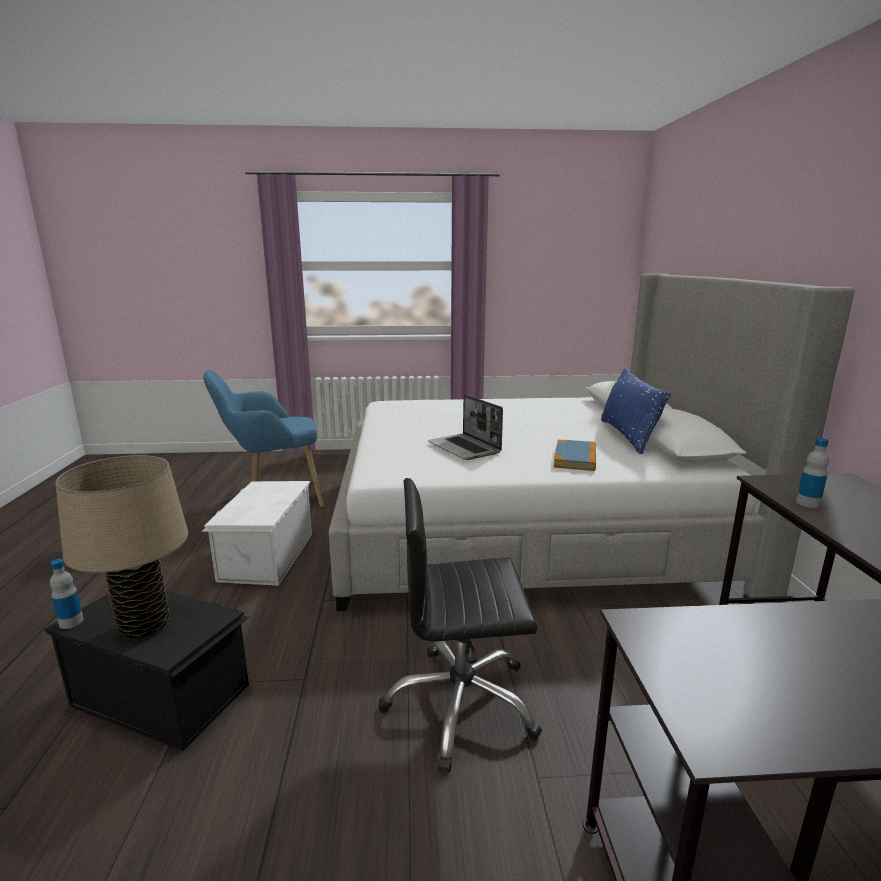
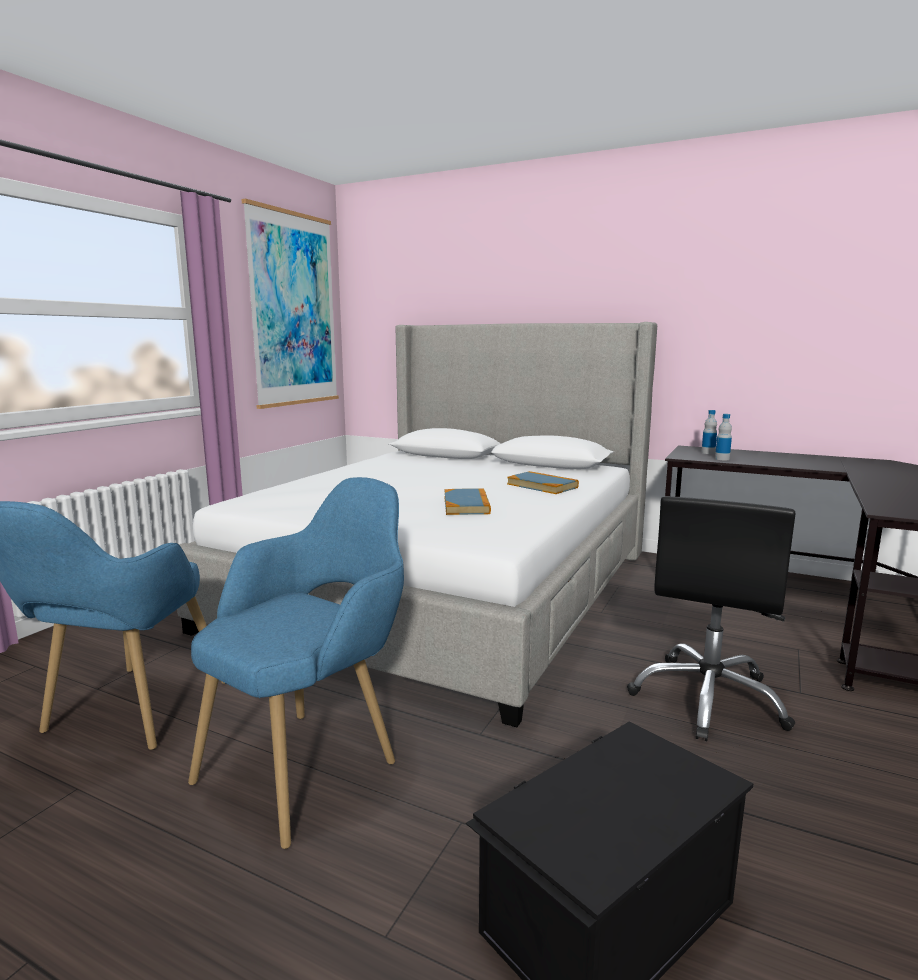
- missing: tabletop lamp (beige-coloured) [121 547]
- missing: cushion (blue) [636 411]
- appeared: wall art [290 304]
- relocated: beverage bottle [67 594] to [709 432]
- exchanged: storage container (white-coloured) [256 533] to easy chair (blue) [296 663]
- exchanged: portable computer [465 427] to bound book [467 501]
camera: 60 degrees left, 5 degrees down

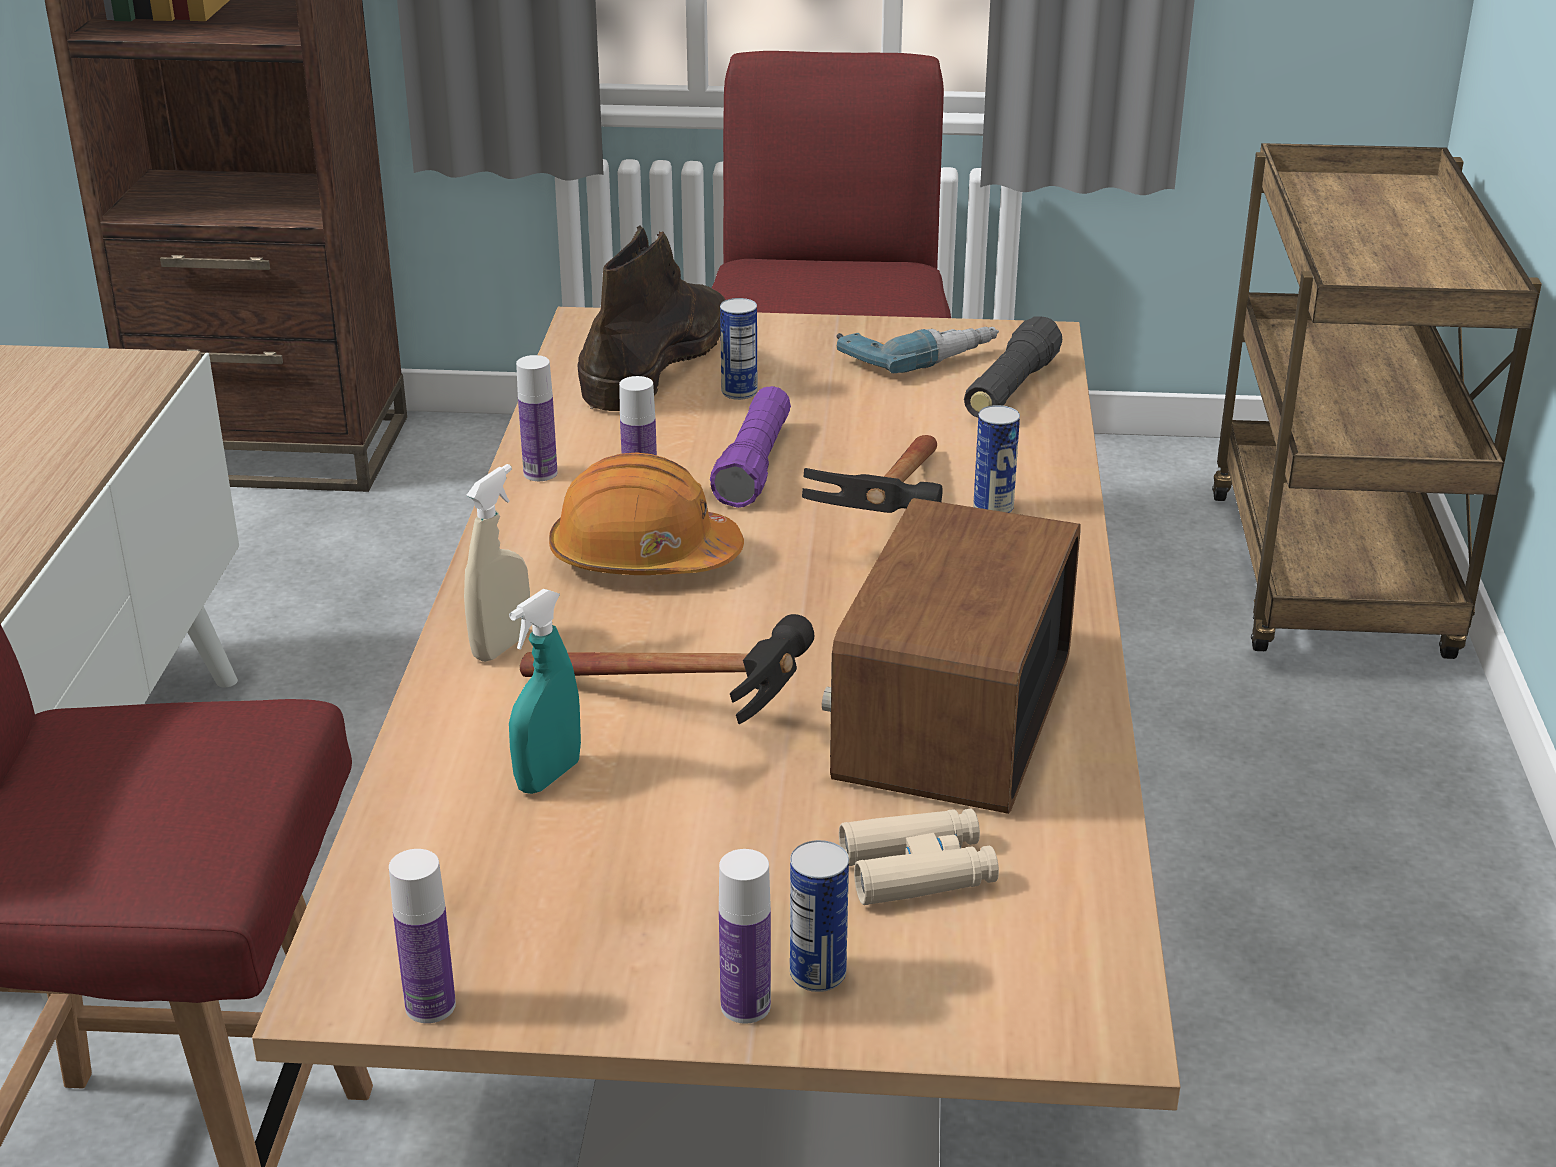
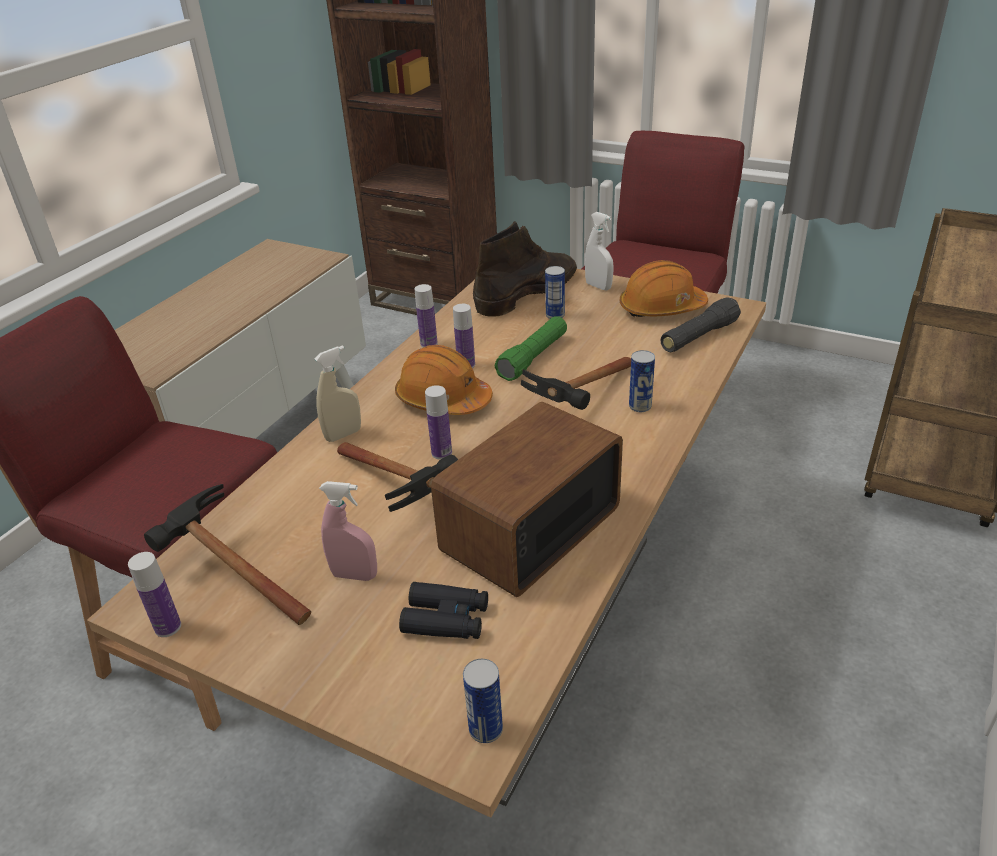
- missing: spray bottle (turquoise-coloured) [545 691]
- appeared: hand hammer [227 554]
- appeared: spray bottle (pink) [348 531]
- appeared: spray bottle (white-coloured) [599 251]
- relocated: beverage bottle [745 936] to [438 422]
- relocated: sealed can [819 916] to [483 701]
- exchanged: electric drill [918 350] to hard hat (orangey) [664 288]
- colour: torch (purplish) [750 447] to torch (green) [531 348]
- colour: binoculars (beige-coloured) [919 857] to binoculars (blackish) [443 610]
camera: 25 degrees right, 5 degrees up

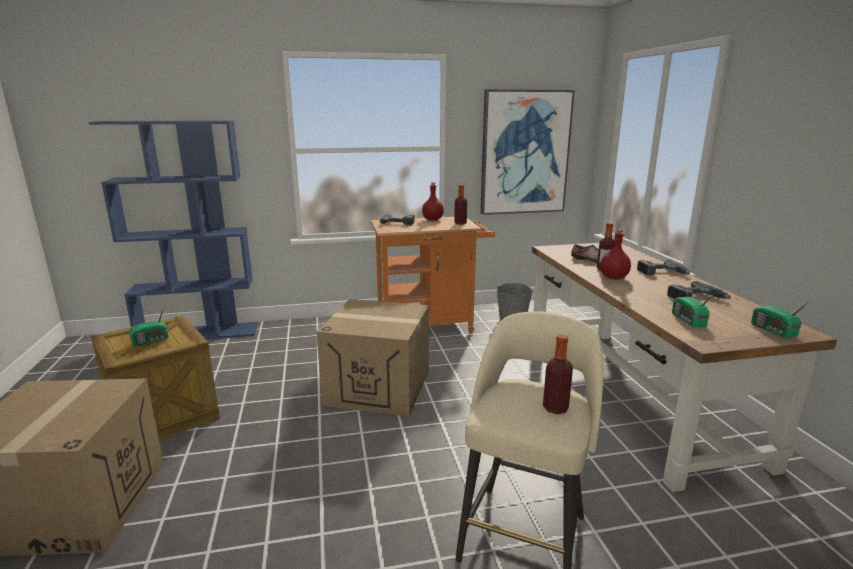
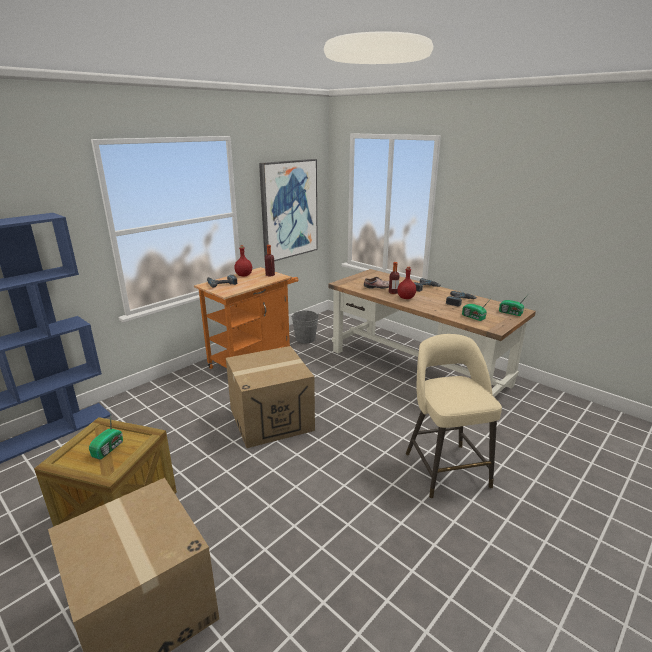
- missing: beverage bottle [558 374]
camera: 35 degrees left, 5 degrees up

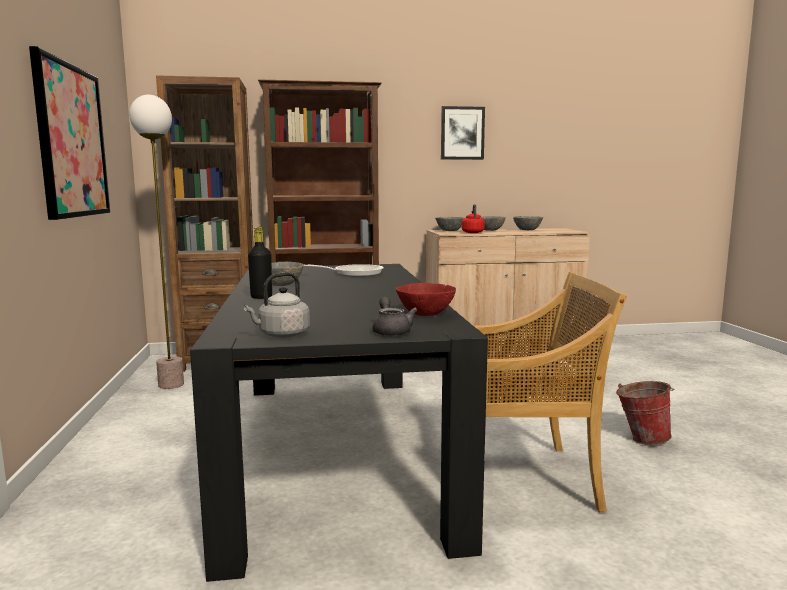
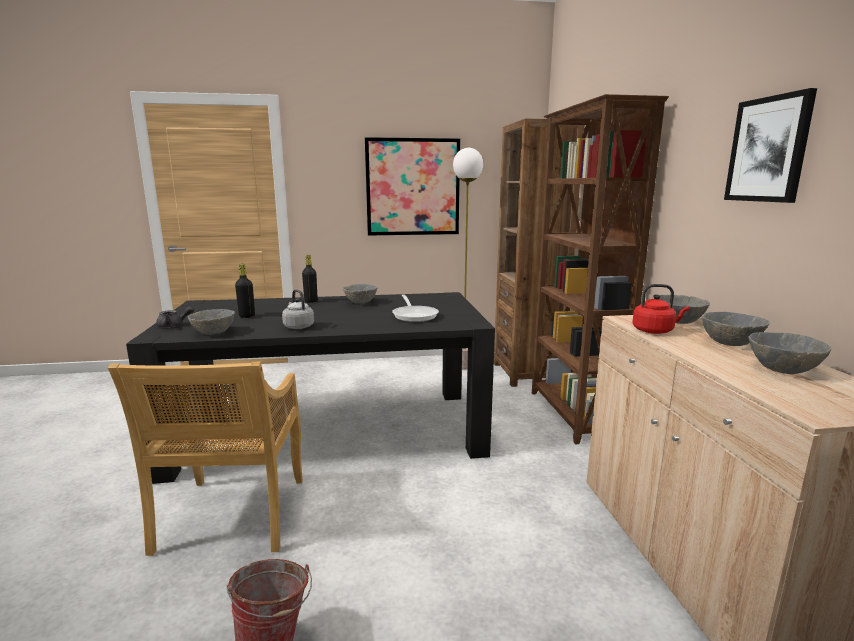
- appeared: beverage bottle (blackish) [245 291]
- relocated: water kettle (grey) [277 305] to [298 309]
- colour: serving bowl (reddish) [426 299] to serving bowl (grey) [211 322]
camera: 90 degrees right, 5 degrees up

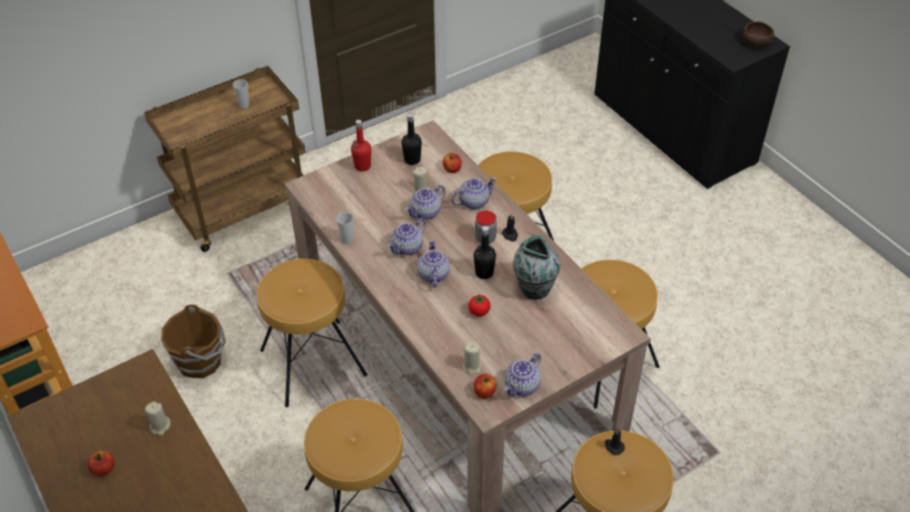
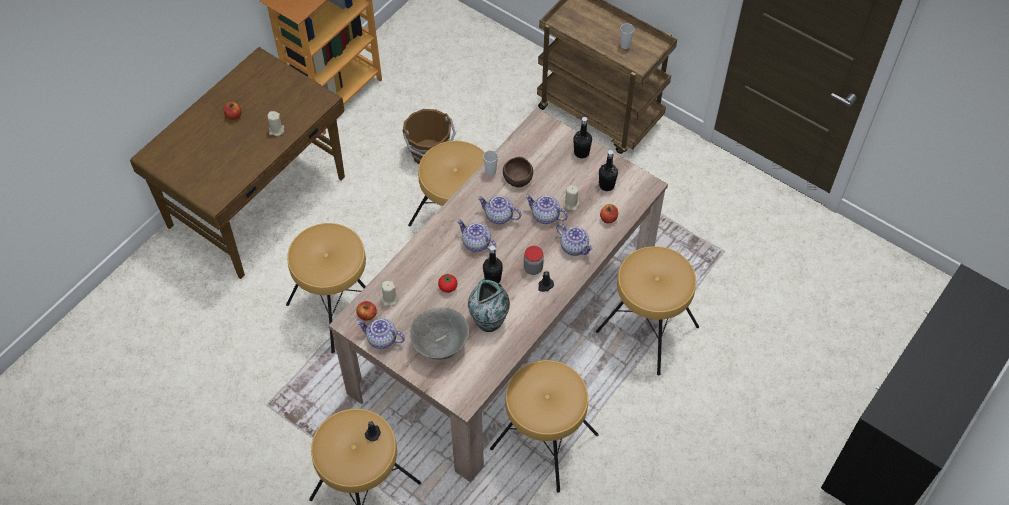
- appeared: serving bowl (grey) [439 333]
- relocated: serving bowl (brown-coloured) [758 35] to [518 172]
- colour: beverage bottle (reddish) [361 145] to beverage bottle (blackish) [582 137]
- spun: pot for tea [433 263] = [476 235] 120 degrees counterclockwise
camera: 70 degrees right, 10 degrees up

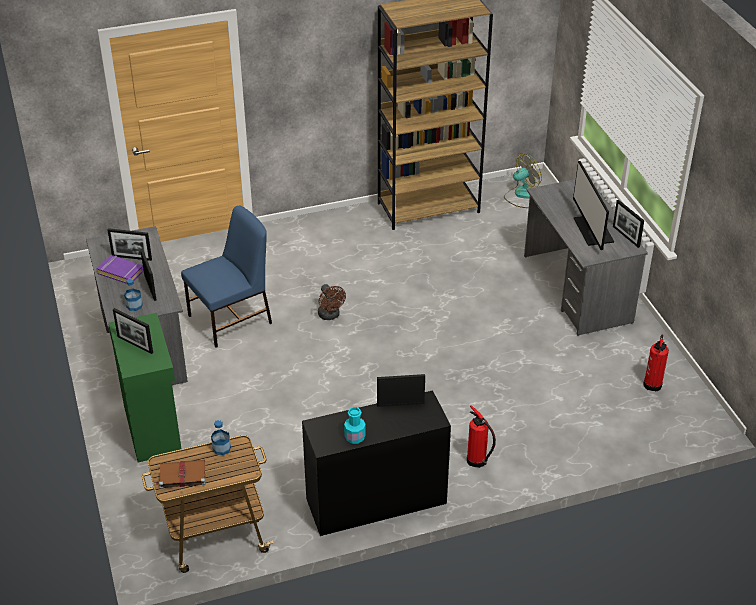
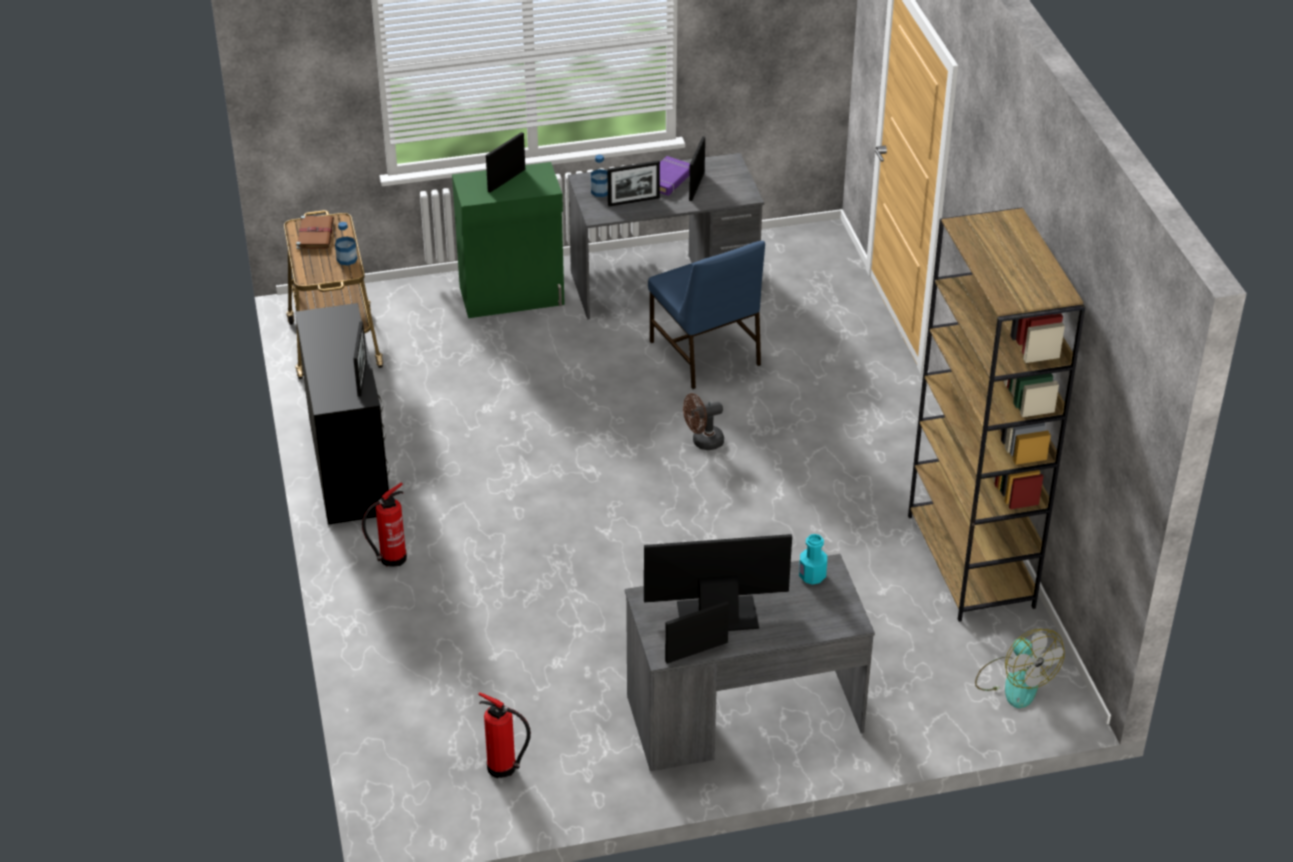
- relocated: beverage bottle (turquoise-coloured) [355 425] to [813 559]
camera: 95 degrees right, 0 degrees up

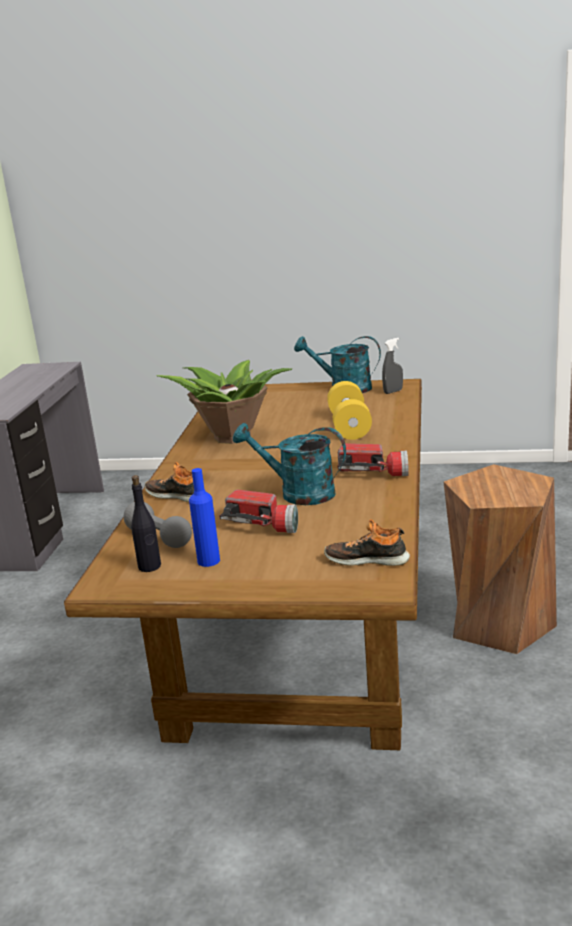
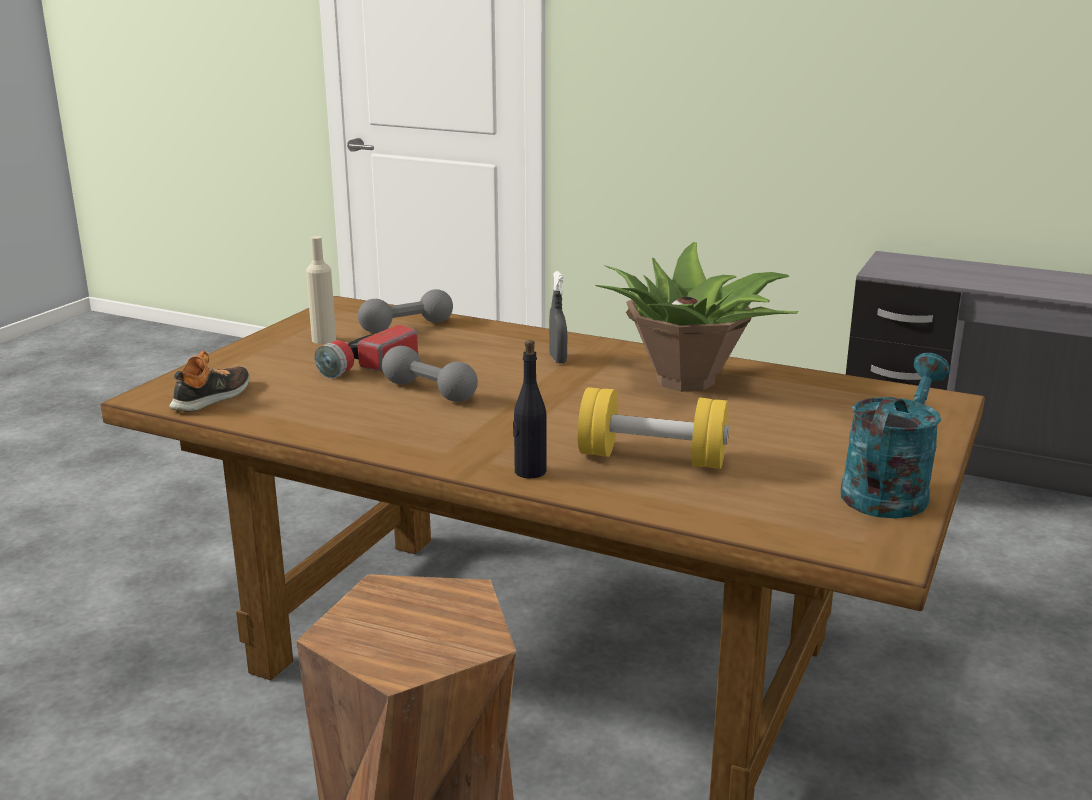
- missing: item of footwear [169 482]
- missing: torch [373 459]
- relocated: beverage bottle (blackish) [146 523] to [530 409]
- relocated: spray bottle (grey) [392 366] to [558 317]
- exchanged: watering pot (turquoise-coloured) [289 464] to hand weight (grey) [430 374]
- colour: beverage bottle (blue) [204 517] to beverage bottle (beige-coloured) [321 290]
camera: 105 degrees right, 0 degrees up

